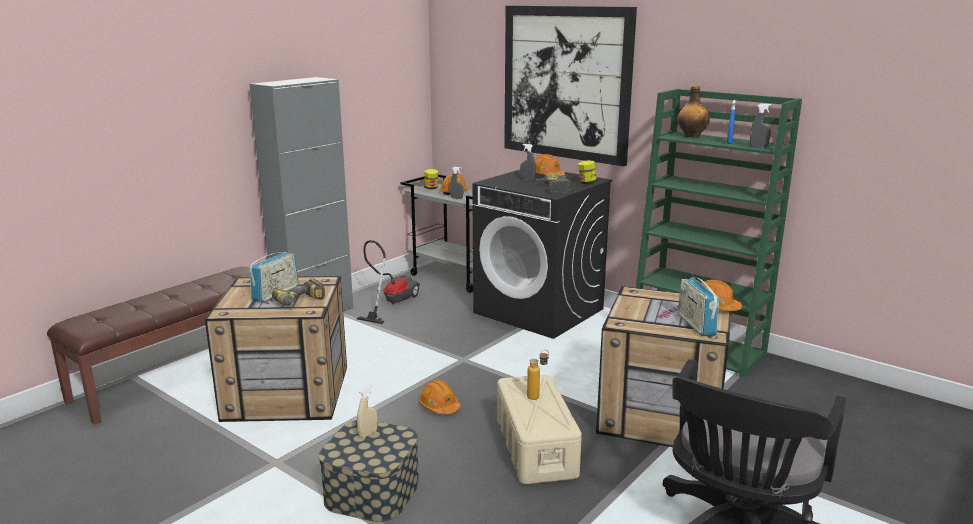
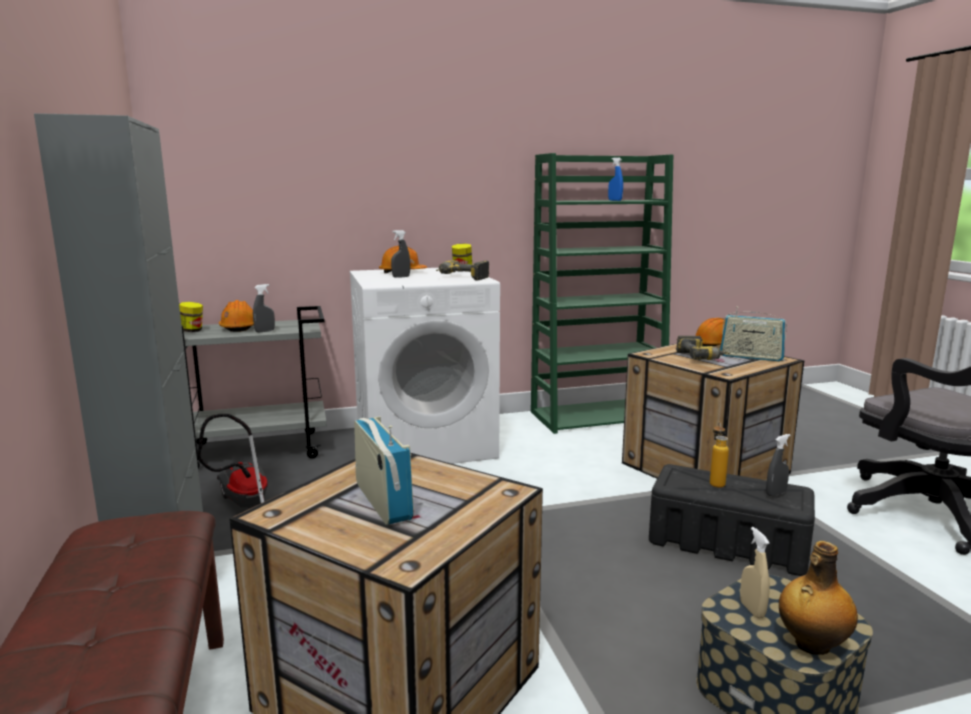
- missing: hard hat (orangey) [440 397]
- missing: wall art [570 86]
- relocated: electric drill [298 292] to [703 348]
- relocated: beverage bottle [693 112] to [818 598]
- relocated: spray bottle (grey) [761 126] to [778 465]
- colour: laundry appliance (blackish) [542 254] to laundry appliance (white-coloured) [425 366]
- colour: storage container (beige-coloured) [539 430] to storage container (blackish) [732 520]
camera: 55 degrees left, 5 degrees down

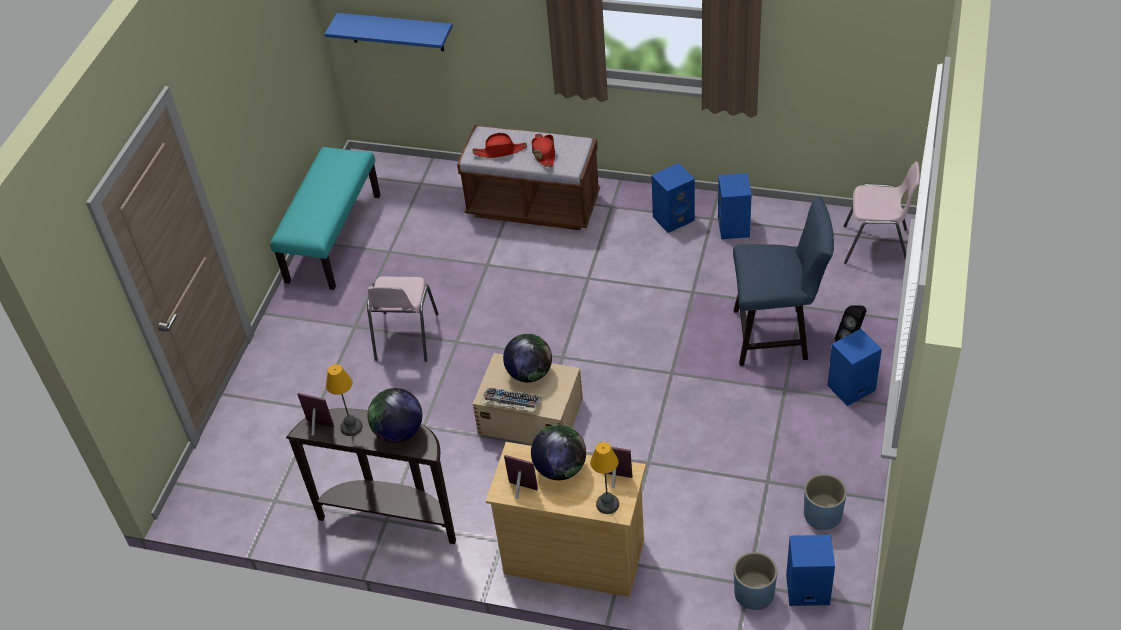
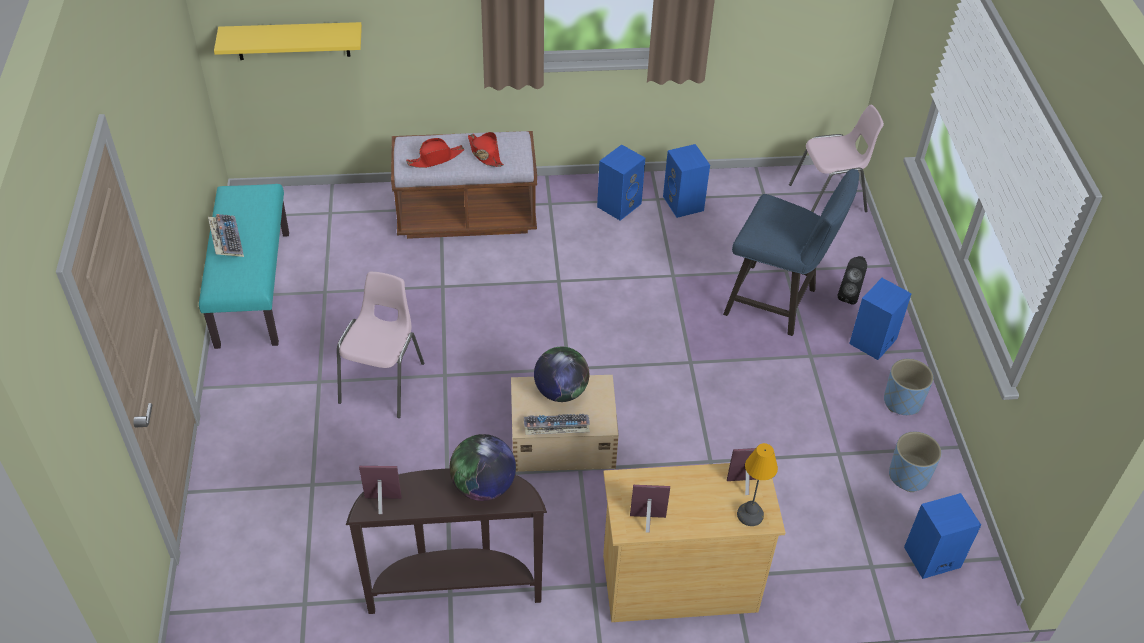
- missing: tabletop lamp [344 400]
- missing: desk globe [558 452]
- appeared: PC keyboard [226 235]
- relocated: plant pot (blue) [755 581] to [908 387]
- colour: wall shelf (blue) [388 32] to wall shelf (yellow-coloured) [288 41]
- spun: upright chair (pink) [402 319] = [380 344] 150 degrees counterclockwise
- spun: upright chair (blue) [783 281] = [791 252] 45 degrees clockwise
camera: 25 degrees left, 0 degrees up

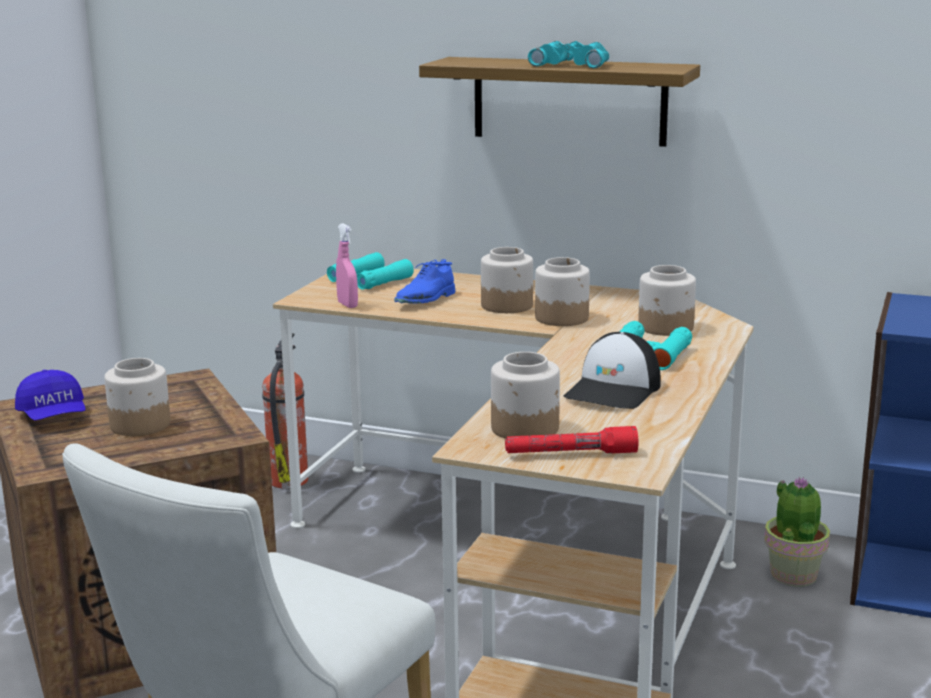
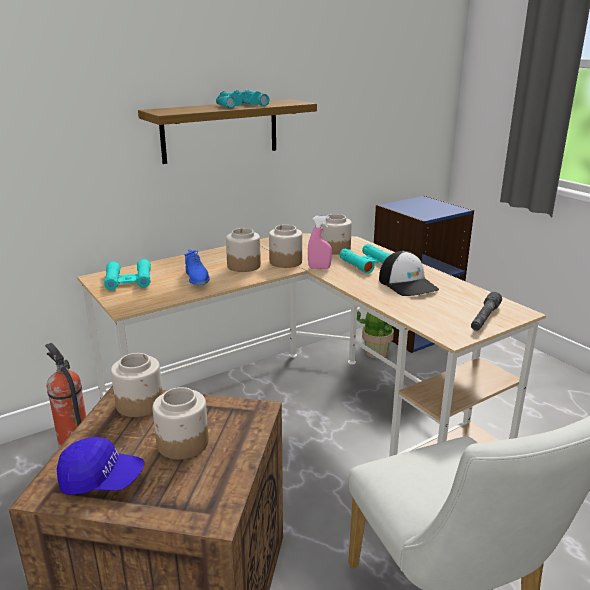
- relocated: spray bottle (pink) [347 265] to [320 242]
- relocated: preserve jar [525 395] to [137 385]
- colour: torch (reddish) [571 439] to torch (grey) [486 311]
camera: 55 degrees left, 5 degrees up

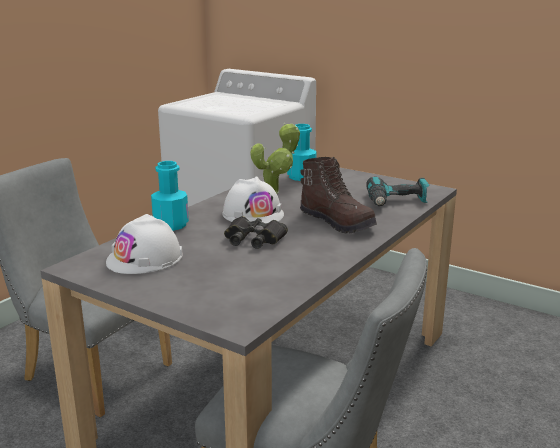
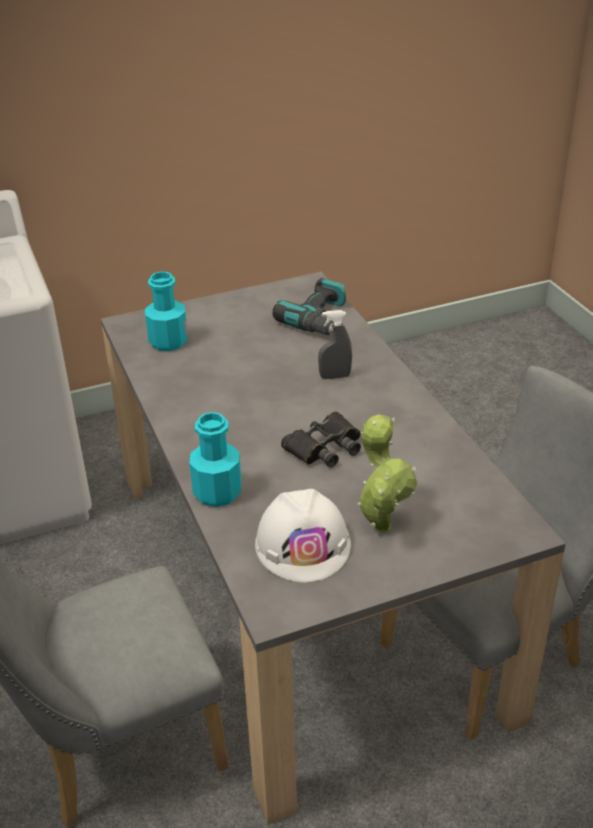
- missing: hard hat (white-coloured) [253 199]
- relocated: houseplant [275 158] to [387 474]
- exchanged: high-top boot (brown-coloured) [338 195] to spray bottle (grey) [335 344]
camera: 55 degrees left, 15 degrees up

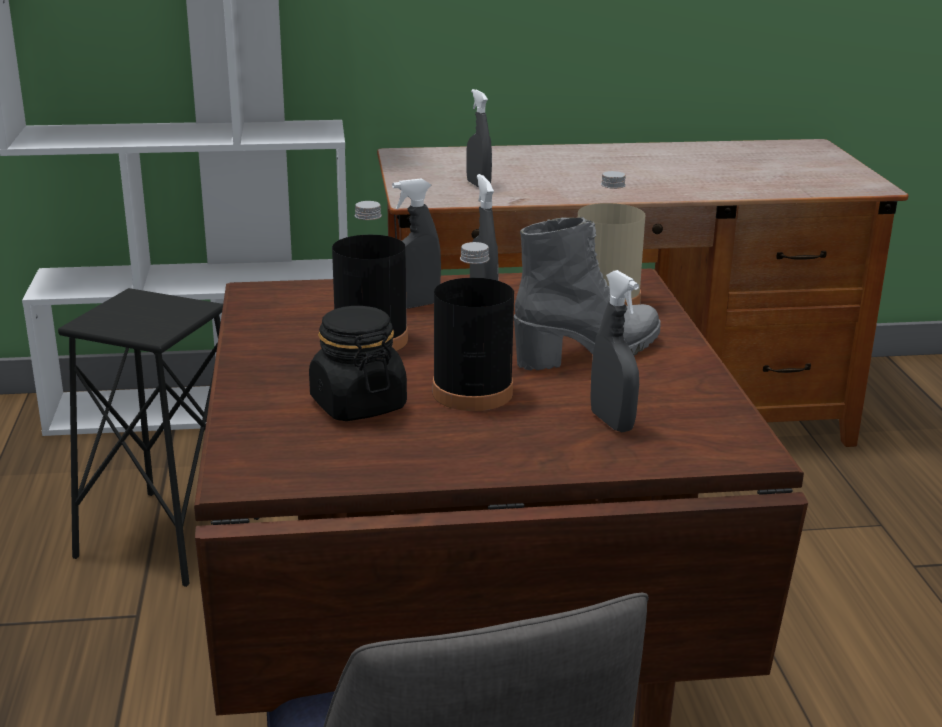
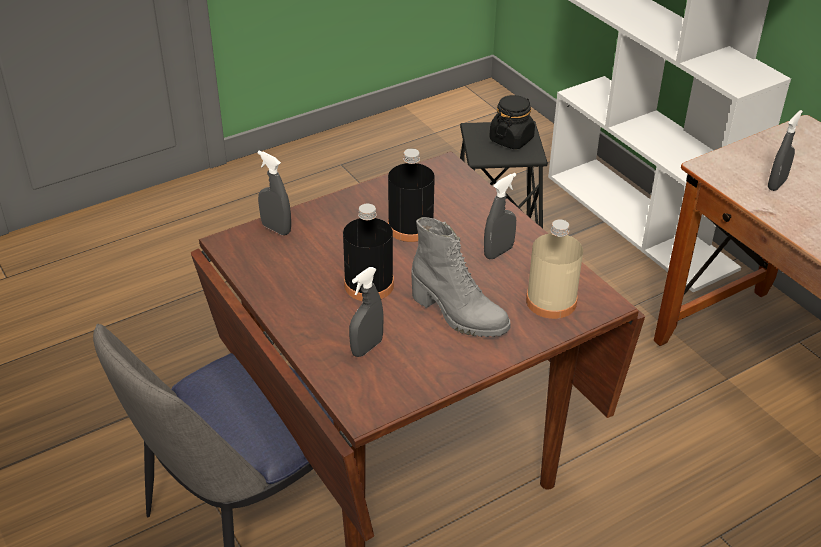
- relocated: preserve jar (blackish) [358 363] to [512 122]
- relocated: spray bottle (grey) [416 243] to [274 193]
camera: 65 degrees right, 15 degrees up

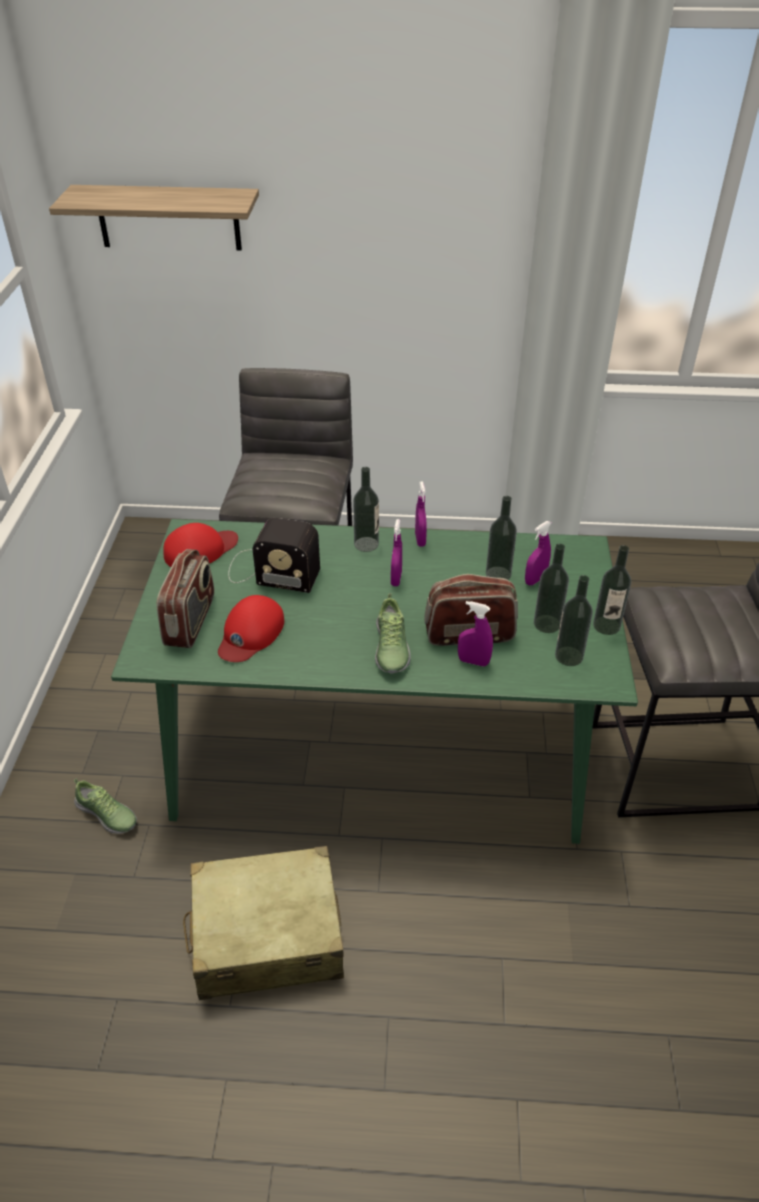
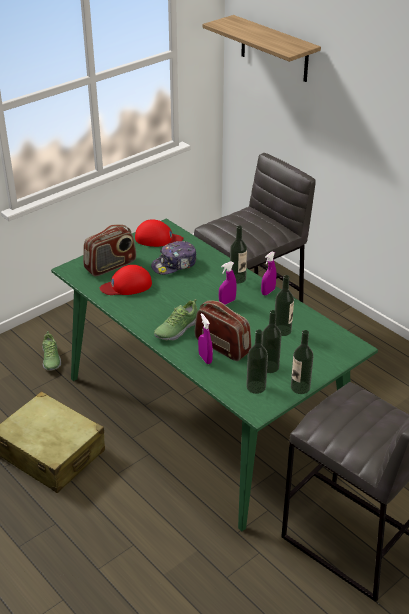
- missing: spray bottle (purplish) [538 553]
- exchanged: radio set [274 555] to cap [173 258]
camera: 45 degrees right, 5 degrees down

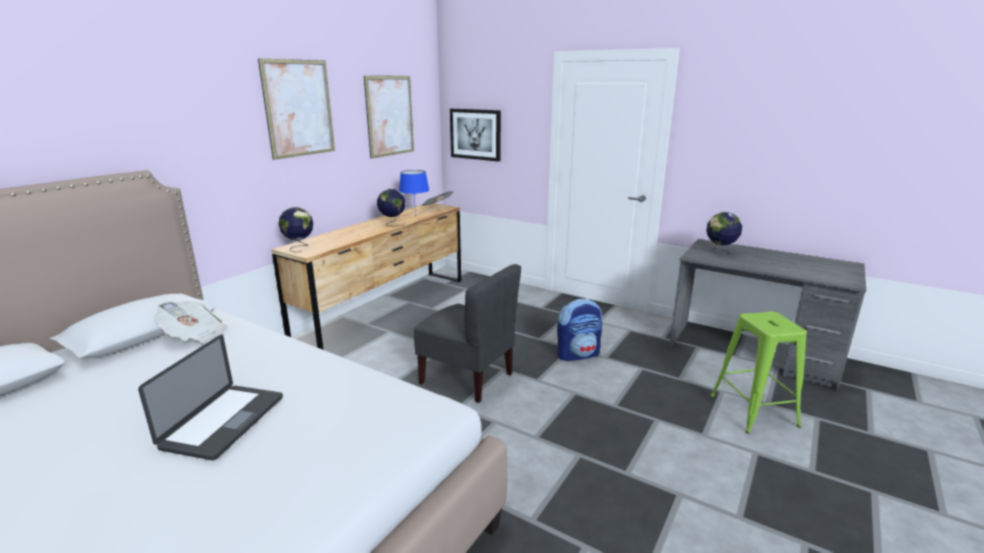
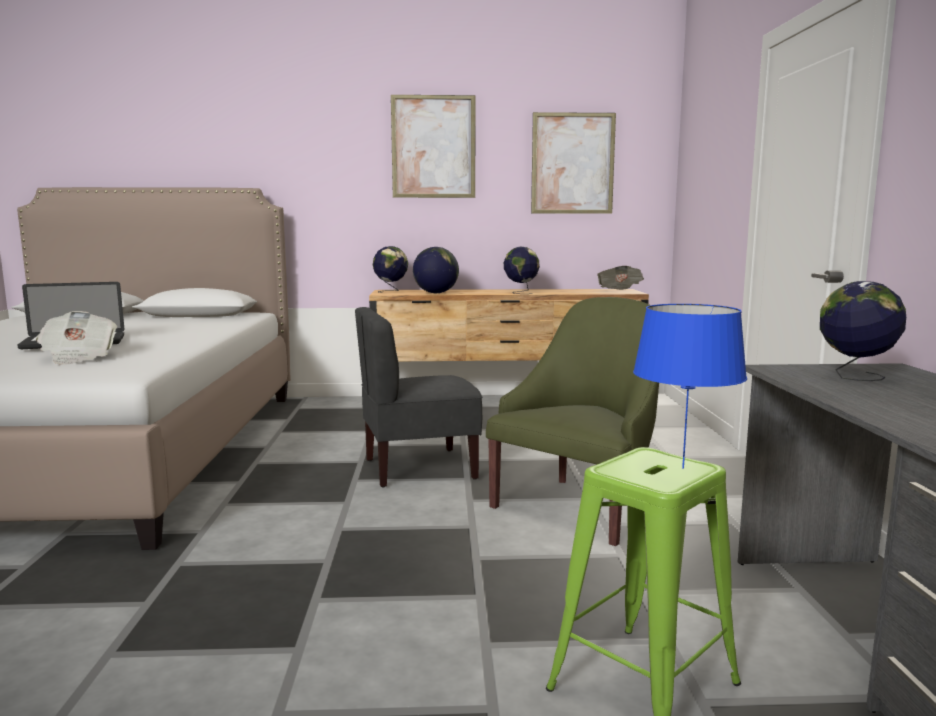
- missing: wall art [475 135]
- appeared: desk globe [436 270]
- relocated: printed paper [190 322] to [76 338]
- relocated: tabletop lamp (blue) [414 193] to [690 386]
- exchanged: rucksack [579 330] to easy chair (green) [572 421]
- spun: upright chair (grey) [467 333] = [418 397] 75 degrees clockwise
camera: 55 degrees right, 10 degrees down

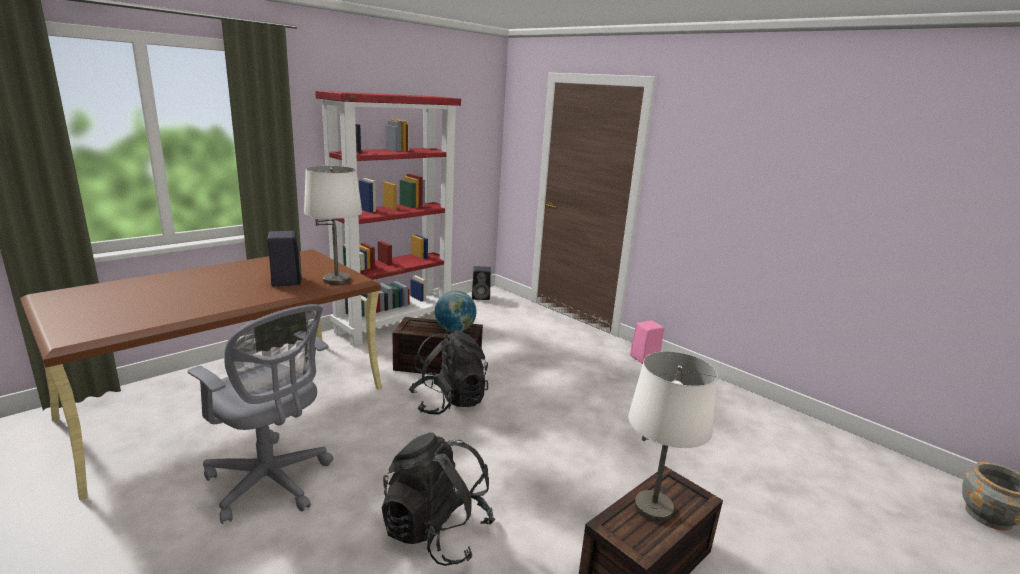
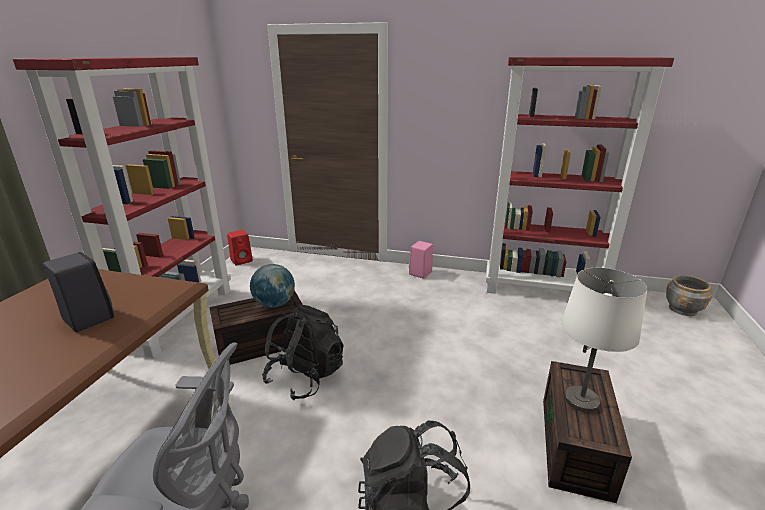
- missing: tabletop lamp (white-coloured) [333 225]
- appeared: bookshelf (reddish) [580 175]
- colour: loudspeaker (blackish) [481 283] to loudspeaker (reddish) [240 247]
camera: 30 degrees left, 5 degrees up

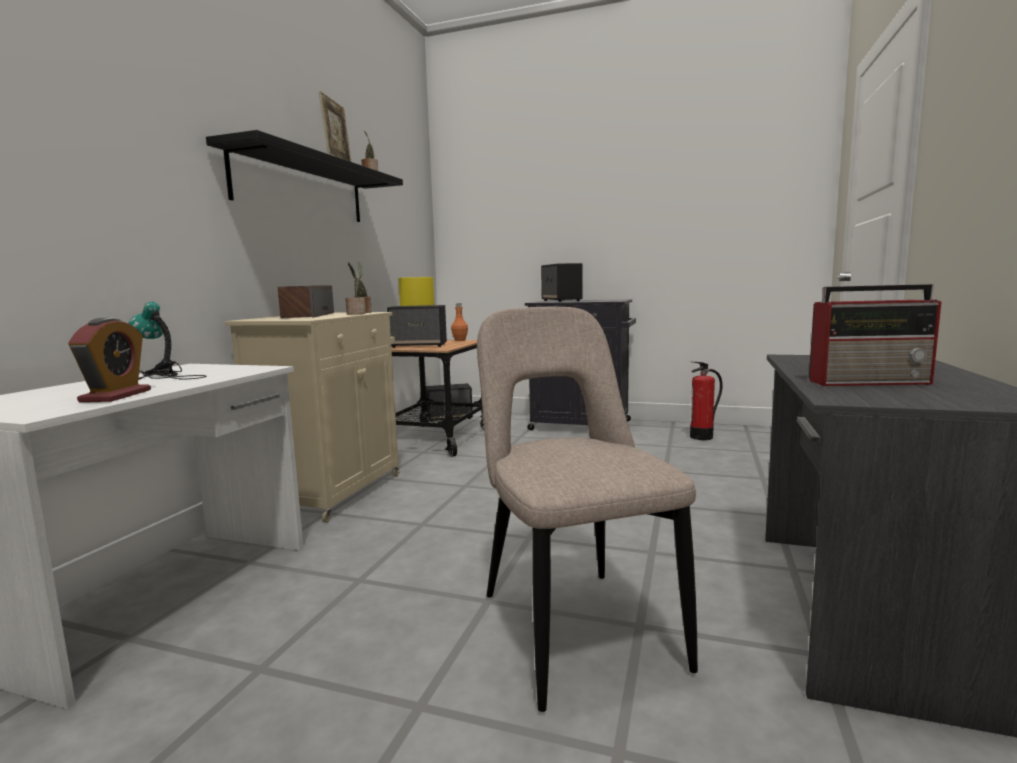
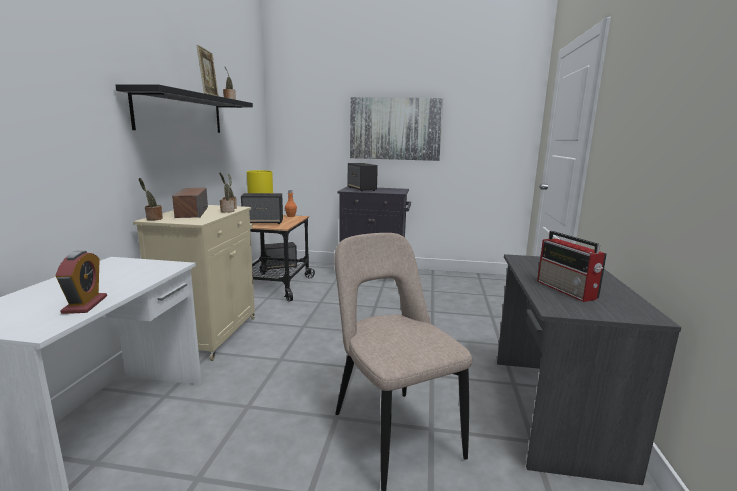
- missing: tabletop lamp [167 341]
- missing: fire extinguisher [706 401]
- appeared: houseplant [151 199]
- appeared: wall art [397 129]
- spun: radio set [875 335] = [572 266] 75 degrees clockwise
camera: 10 degrees left, 5 degrees up

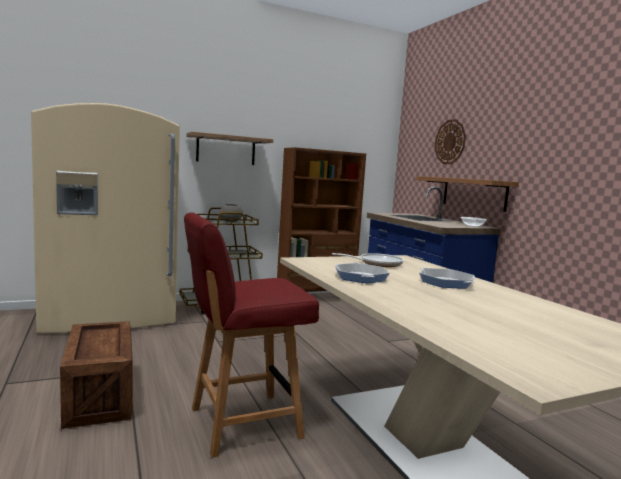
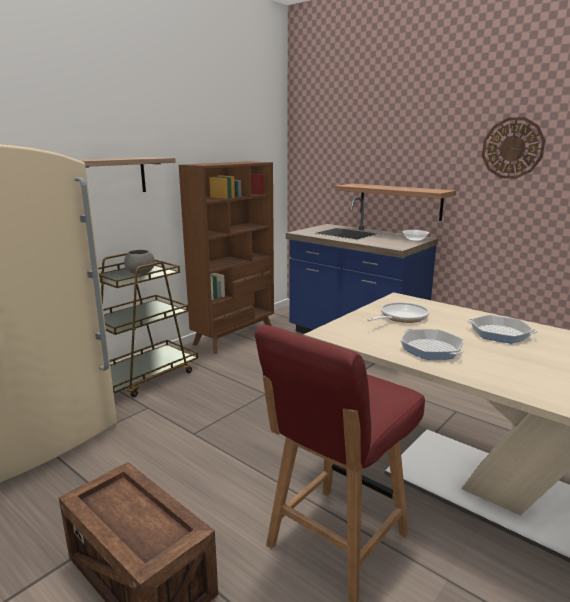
- relocated: hanging clock [450 141] to [513 148]
camera: 25 degrees left, 10 degrees up

